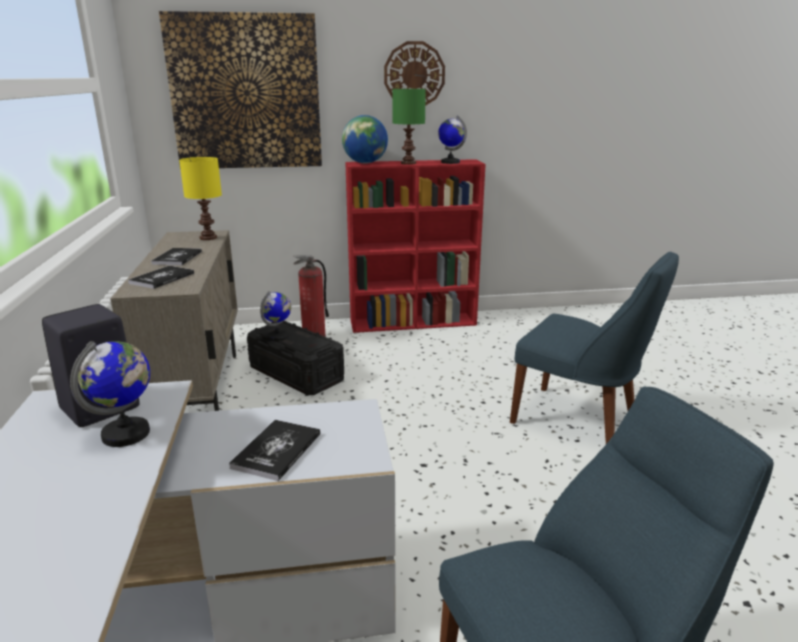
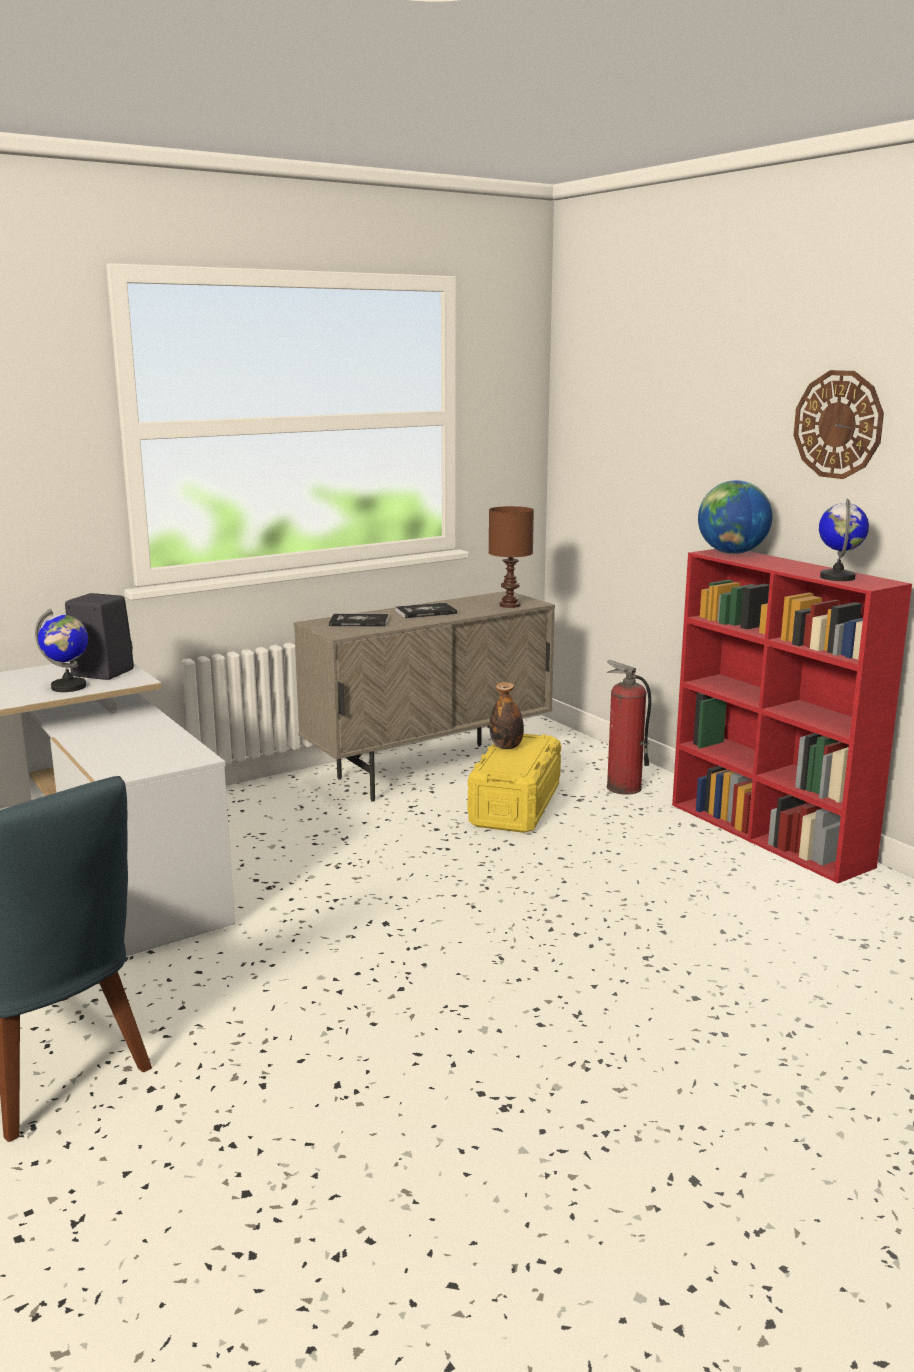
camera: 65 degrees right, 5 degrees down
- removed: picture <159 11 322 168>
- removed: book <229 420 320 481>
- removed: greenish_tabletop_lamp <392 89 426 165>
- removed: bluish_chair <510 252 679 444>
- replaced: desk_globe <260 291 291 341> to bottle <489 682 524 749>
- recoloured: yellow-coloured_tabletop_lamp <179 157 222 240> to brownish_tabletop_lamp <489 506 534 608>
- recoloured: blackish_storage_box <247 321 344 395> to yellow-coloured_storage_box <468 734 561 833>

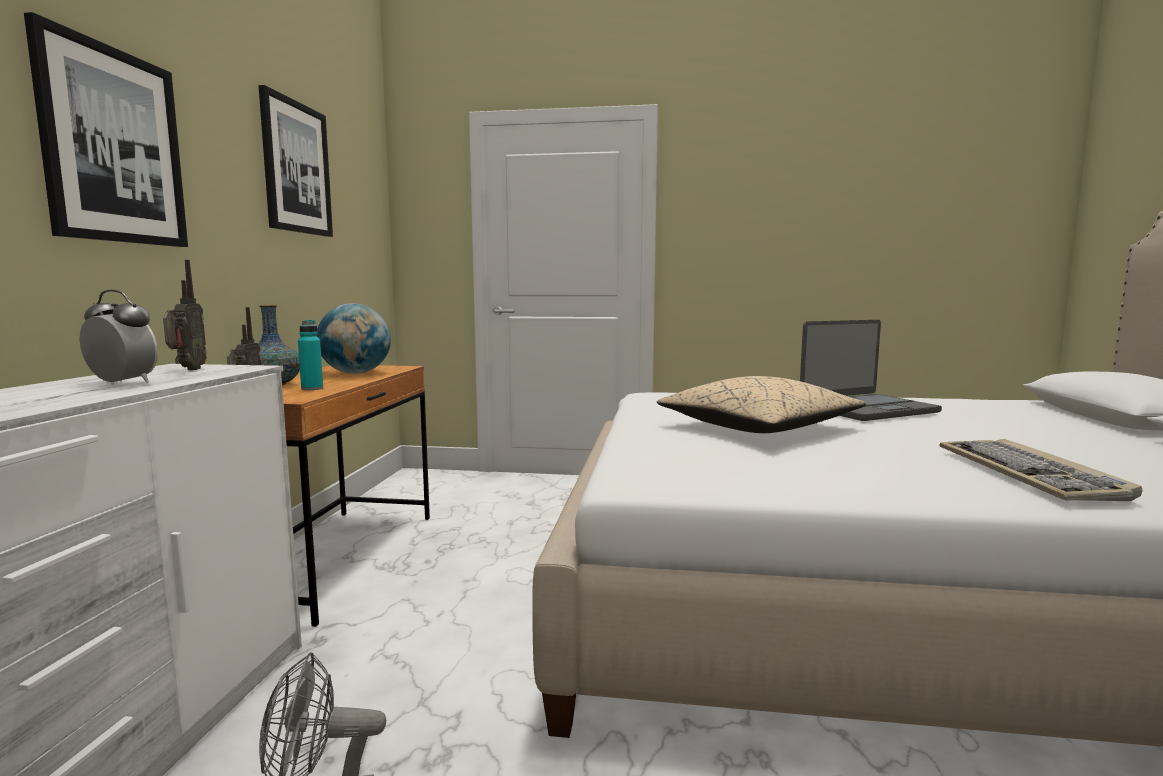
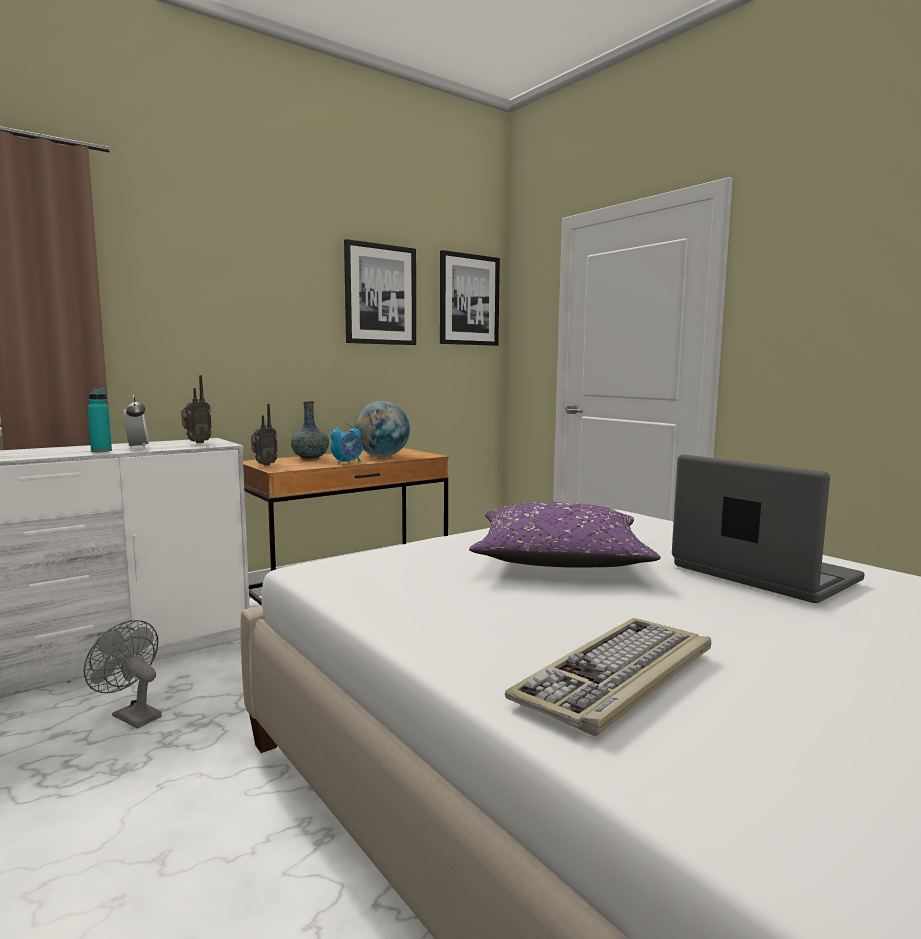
camera: 45 degrees right, 0 degrees up
- added: alarm_clock <330 423 363 465>
- moved: picture <24 12 188 247> to <440 250 500 346>
- moved: blue-green_bottle <298 320 323 390> to <87 388 112 452>
- recoloured: beige-coloured_throw_pillow <656 376 867 433> to purple_throw_pillow <469 502 661 568>
- turned: notebook_computer <800 320 942 421> = <672 454 865 603> 150 degrees counterclockwise

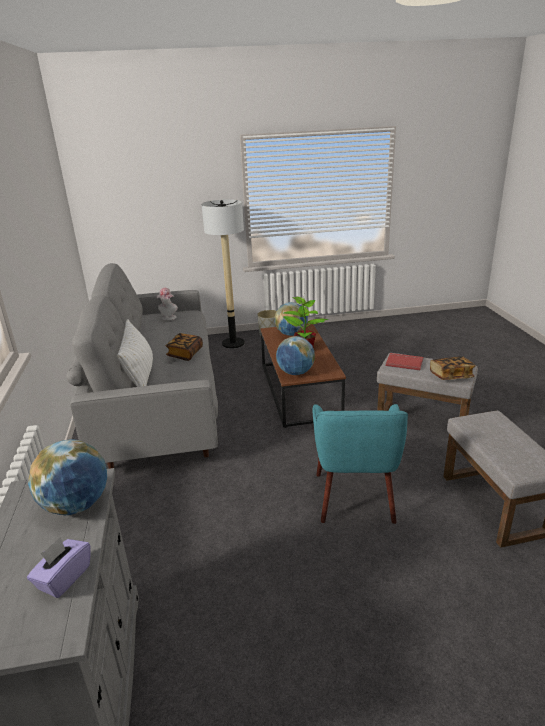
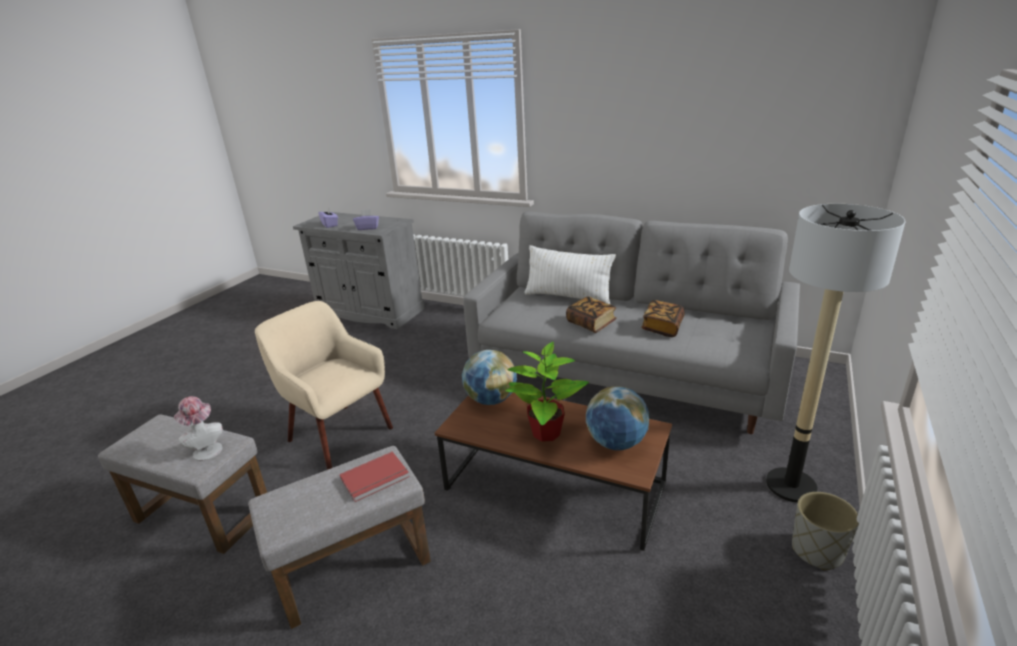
camera: 125 degrees right, 0 degrees up
- moved: wearable_hat <157 288 178 321> to <174 396 222 461>
- moved: book <430 356 476 380> to <641 300 684 337>
- replaced: desk_globe <28 439 107 516> to purple_tissue_box <353 209 379 230>
- recoloured: blue-green_armchair <312 404 408 524> to beige-coloured_armchair <255 301 393 470>

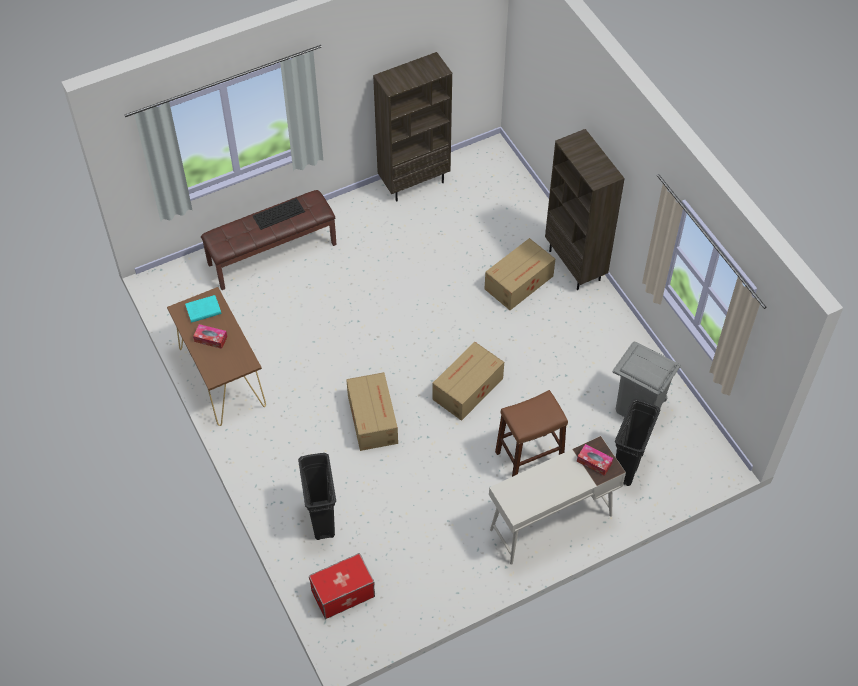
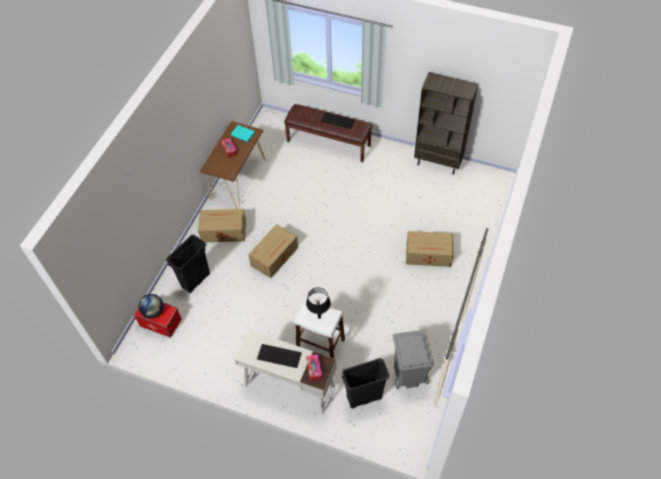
camera: 50 degrees right, 0 degrees up
- removed: brownish_bookcase <545 129 625 290>
- added: desk_globe <139 294 164 318>
- added: PC_keyboard <257 344 302 368>
- added: blackish_tabletop_lamp <306 287 331 319>
- moved: cardboard_box <432 342 504 421> to <198 209 246 242>
- recoloured: brownish_stool <495 390 568 477> to whitish_stool <295 299 345 358>

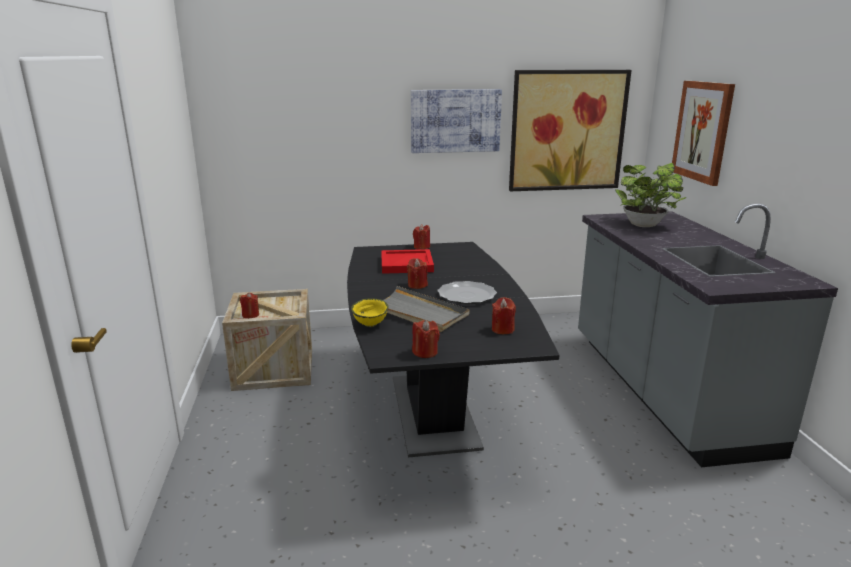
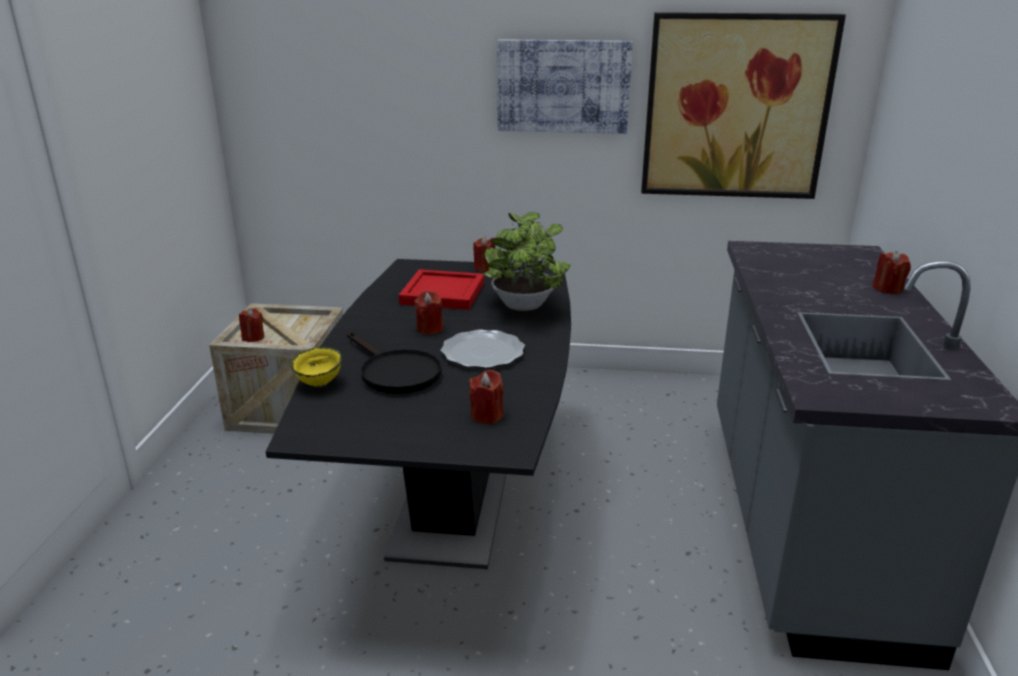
camera: 15 degrees right, 5 degrees up
- removed: picture <672 81 735 186>
- moved: red-coloured_candle <412 320 440 358> to <873 251 911 294>
- moved: potted_plant <615 163 687 227> to <483 212 570 311>
- replaced: greyish_tray <383 286 470 332> to blackish_skillet <347 331 442 394>

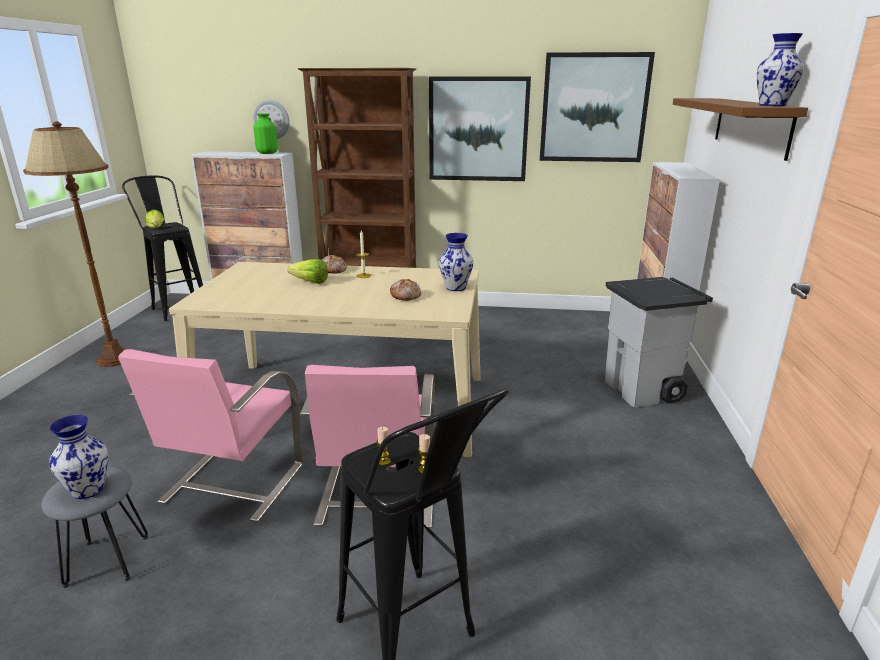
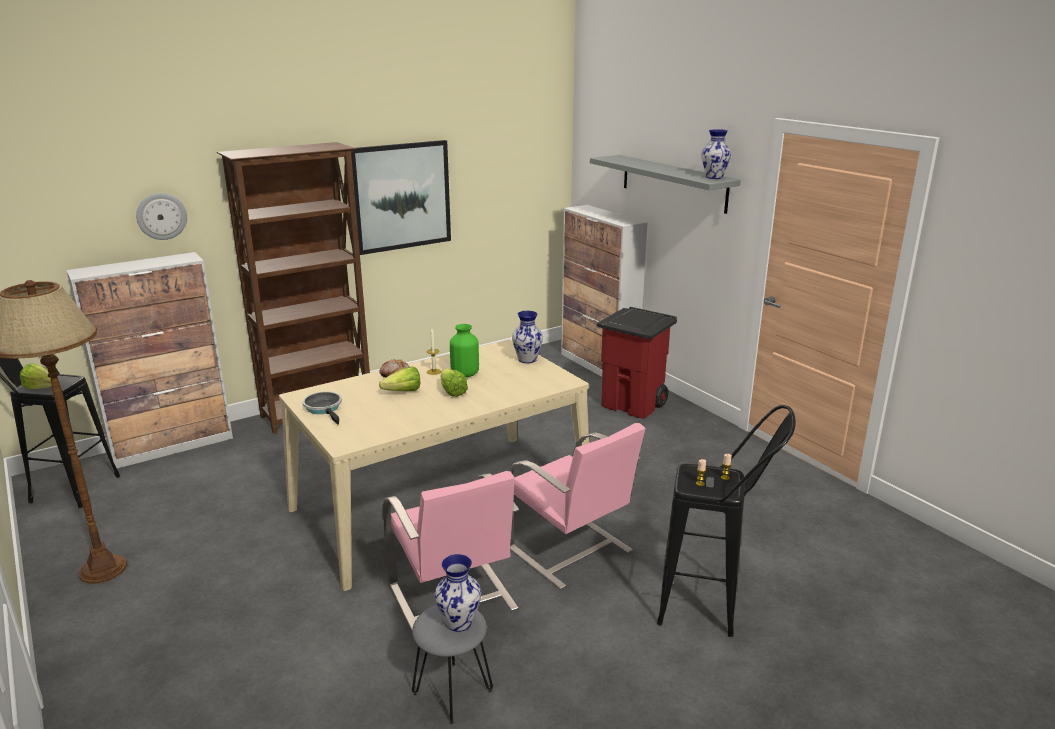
camera: 40 degrees left, 0 degrees up
- removed: bakery_bread <390 279 421 301>
- removed: picture <540 52 655 162>
- added: skillet <303 391 342 425>
- added: lettuce <440 369 468 397>
- moved: greenish_flower_vase <253 113 278 154> to <450 324 479 377>
- recoloured: greyish_waste_bin <605 277 713 408> to red-coloured_waste_bin <596 307 677 419>
- recoloured: brownish_shelf <673 98 808 161> to greyish_shelf <590 155 741 214>

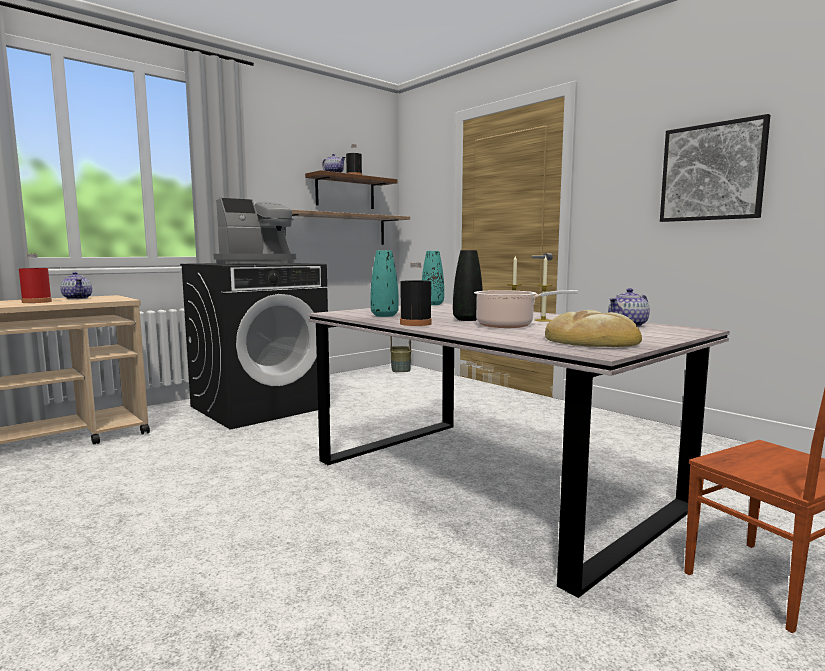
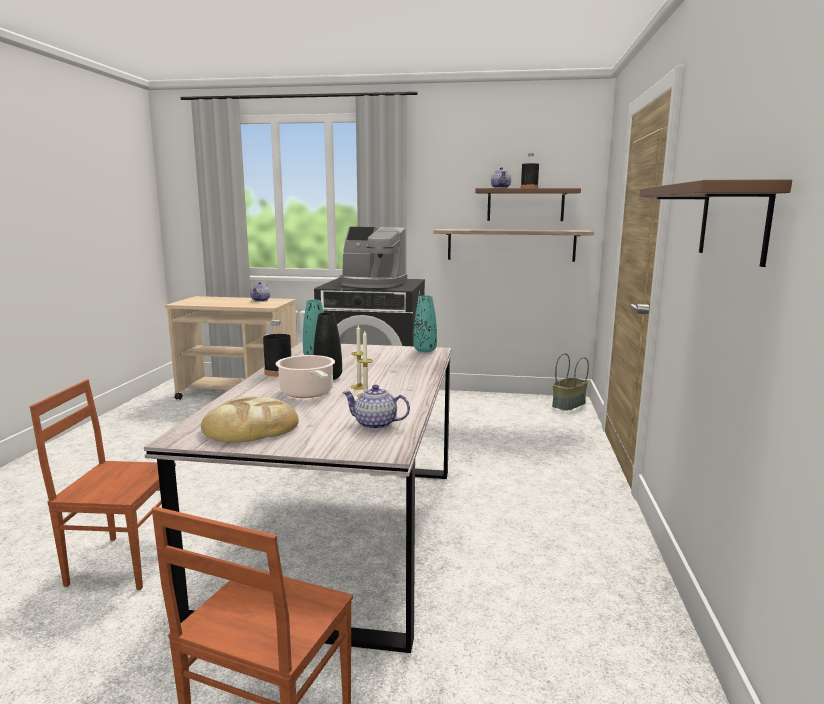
camera: 50 degrees right, 5 degrees up
- removed: red-coloured_bottle <19 254 52 303>
- added: brownish_chair <30 379 176 590>
- replaced: picture <660 114 771 222> to brownish_shelf <639 179 792 267>

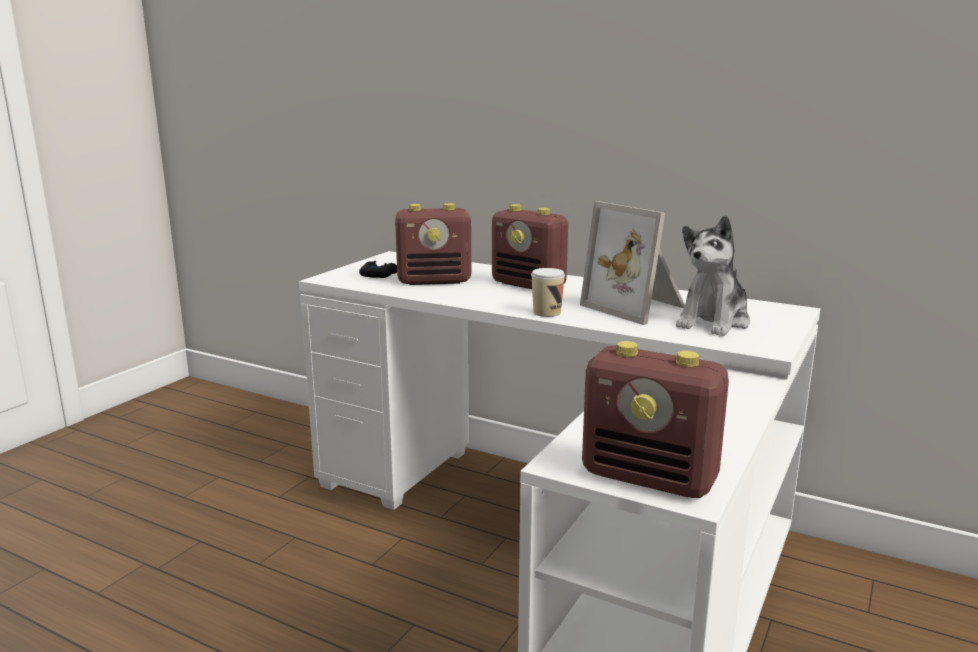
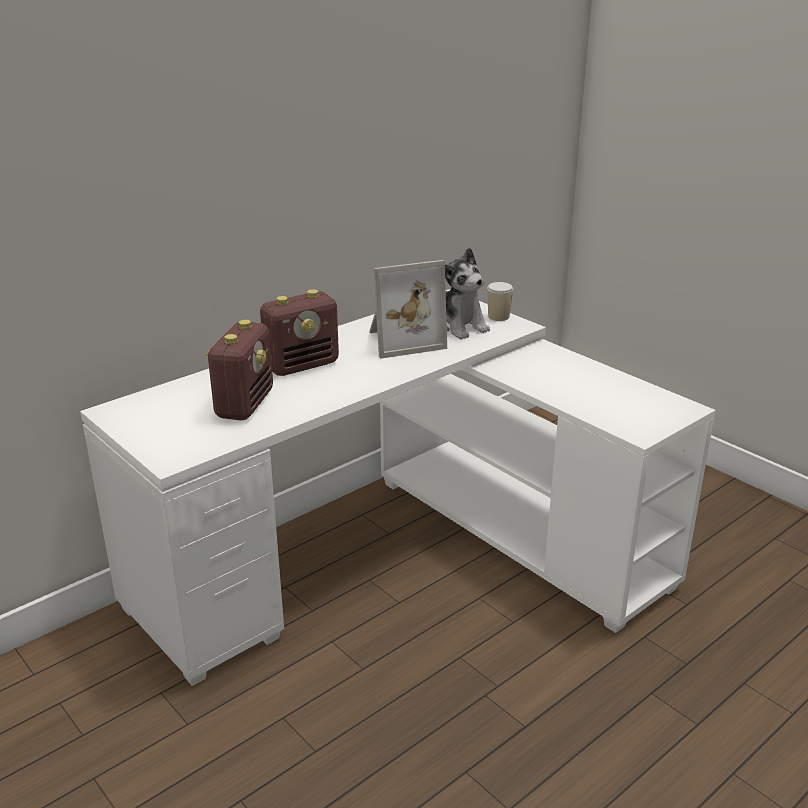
camera: 70 degrees left, 10 degrees up
- removed: blackish_gamepad <359 261 397 278>
- removed: radio_receiver <582 341 729 498>
- moved: cup <531 268 565 317> to <487 282 513 321>

